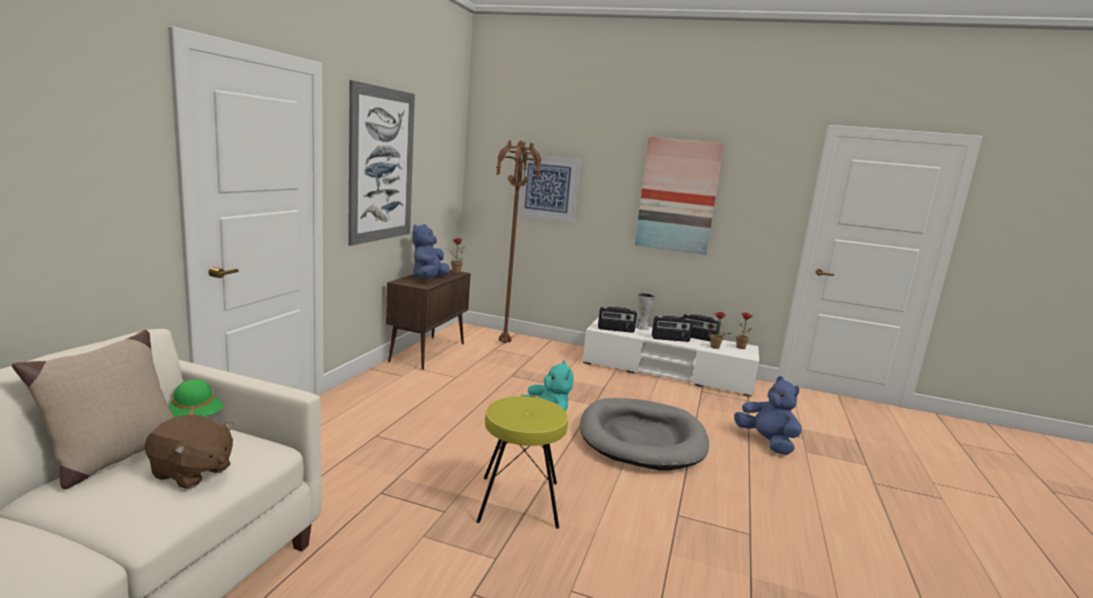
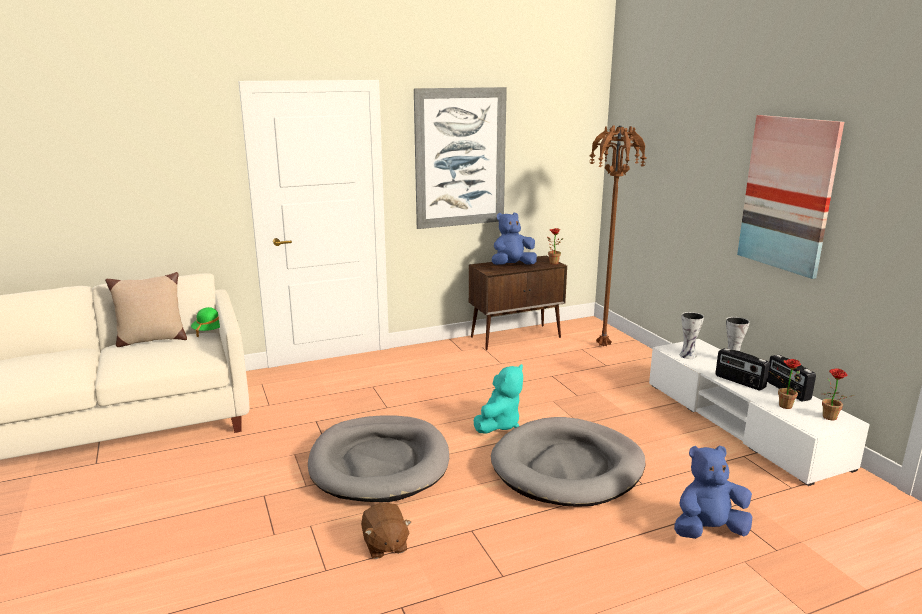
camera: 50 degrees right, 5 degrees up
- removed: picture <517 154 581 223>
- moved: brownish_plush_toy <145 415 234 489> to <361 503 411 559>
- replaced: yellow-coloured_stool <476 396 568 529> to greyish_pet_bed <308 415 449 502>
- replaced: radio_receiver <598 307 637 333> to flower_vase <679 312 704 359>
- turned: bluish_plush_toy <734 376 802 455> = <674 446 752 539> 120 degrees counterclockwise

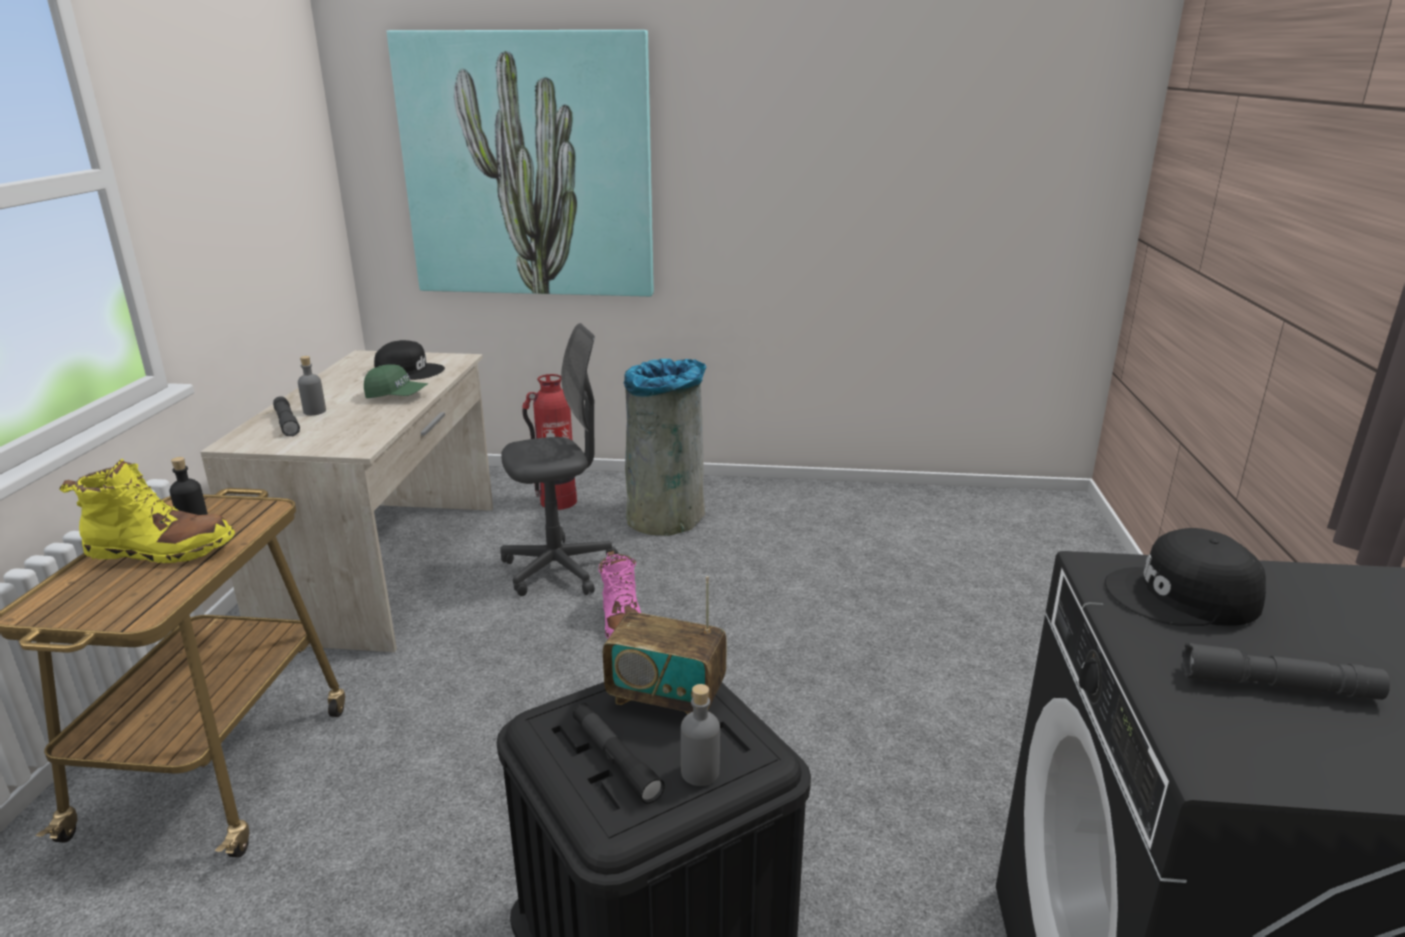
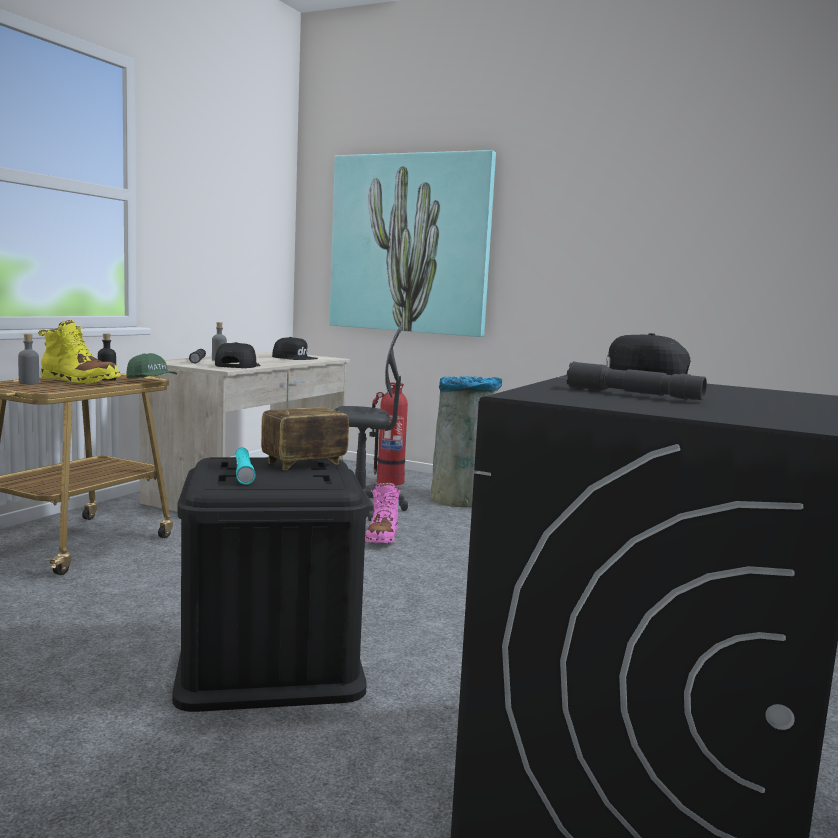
camera: 20 degrees right, 15 degrees down
- added: blackish_baseball_cap <215 342 260 368>
- moved: greenish_baseball_cap <364 364 428 398> to <127 353 177 379>
- moved: greyish_bottle <681 684 720 786> to <18 334 39 384>
- recoloured: blackish_torch <573 703 665 804> to blue-green_torch <236 447 256 485>
- turned: radio_receiver <603 576 727 714> = <261 369 349 470> 105 degrees clockwise

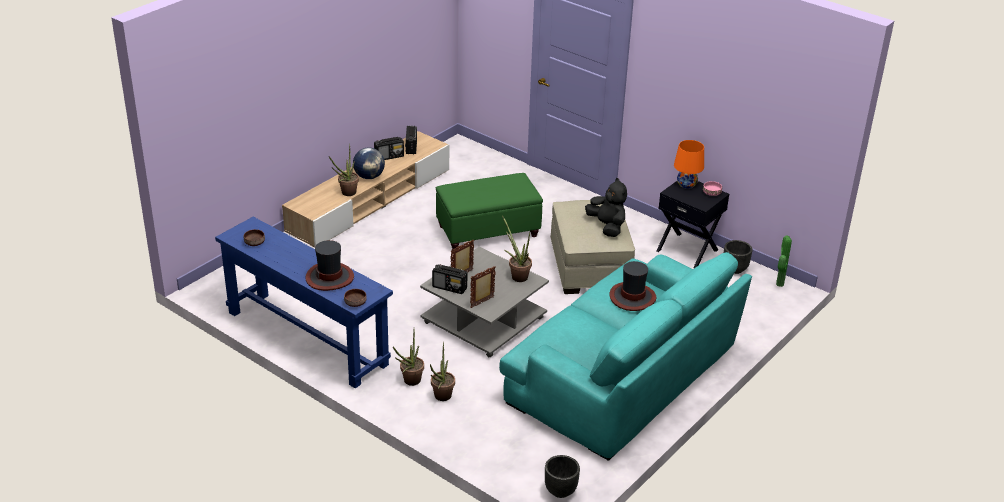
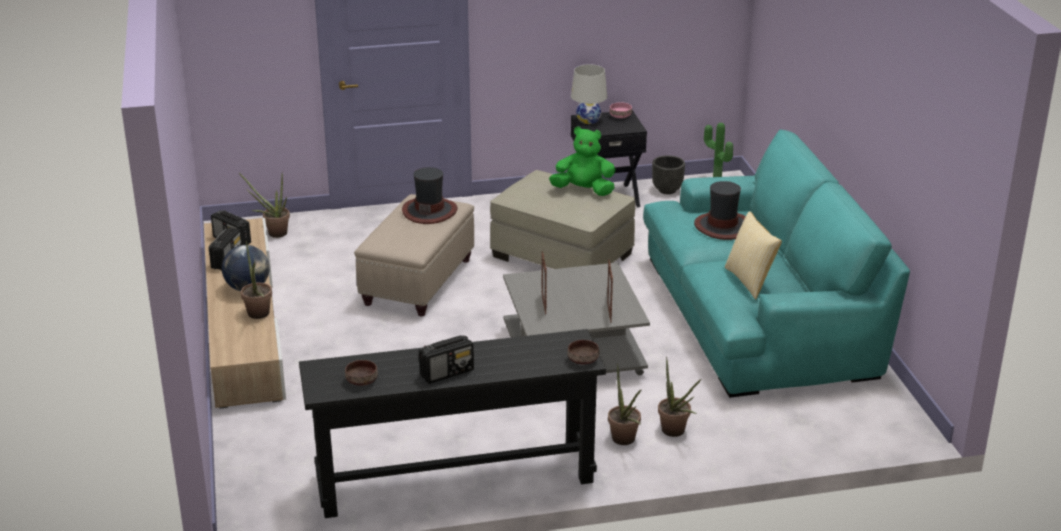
camera: 50 degrees left, 5 degrees down
- removed: blackish_flower_pot <545 455 580 498>
- added: throw_pillow <725 211 782 299>
- moved: wearable_hat <306 240 354 291> to <402 167 457 224>
- moved: radio_receiver <432 265 467 294> to <419 335 474 384>
- moved: potted_plant <502 216 532 282> to <239 173 290 238>
- recoloured: bluish_narrow_table <215 217 393 388> to blackish_narrow_table <299 329 606 518>
- recoloured: greenish_pouffe <436 173 543 250> to beige-coloured_pouffe <354 194 474 316>
- recoloured: blackish_plush_toy <585 178 627 237> to greenish_plush_toy <549 127 616 196>
- recoloured: orangey_tabletop_lamp <674 140 704 189> to whitish_tabletop_lamp <571 64 607 124>

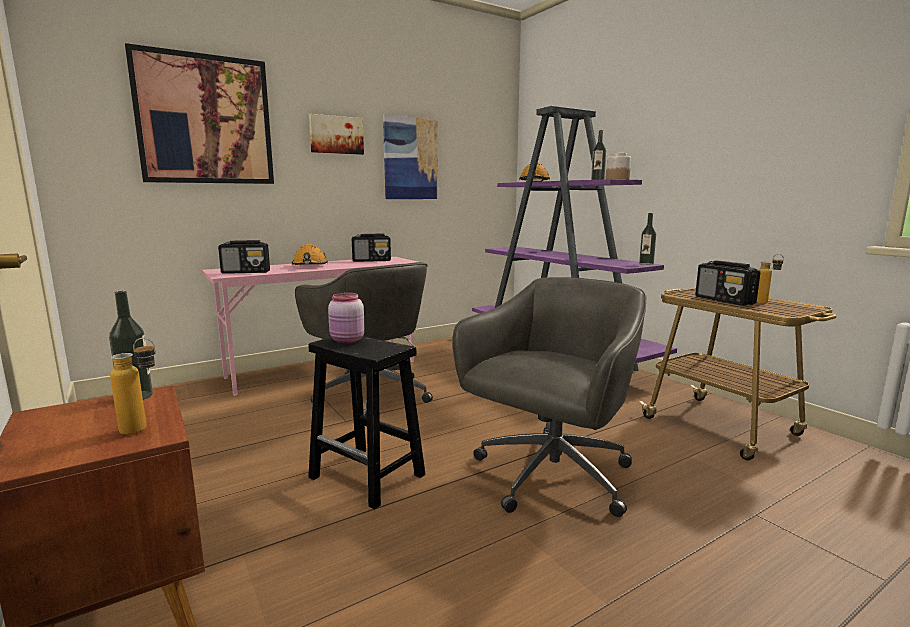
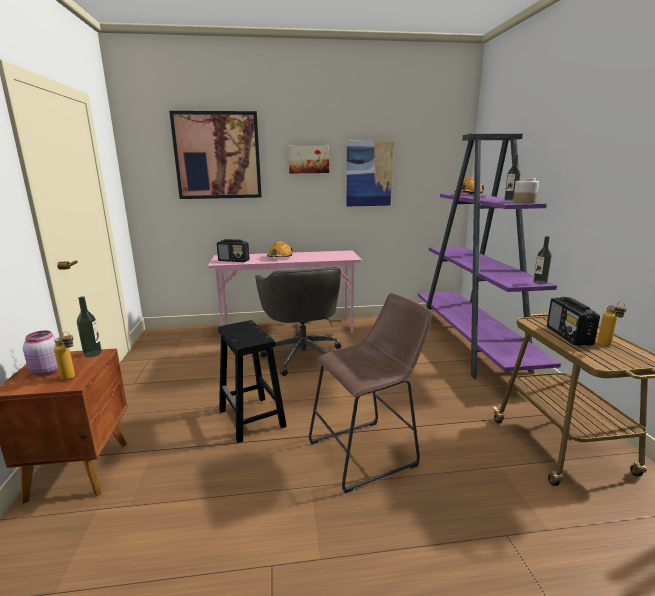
camera: 25 degrees right, 5 degrees up
- removed: radio_receiver <352 233 391 262>
- moved: pinkish_preserve_jar <328 293 365 343> to <23 330 58 376>
- replaced: greyish_office_chair <452 277 646 517> to brownish_stool <309 293 432 493>

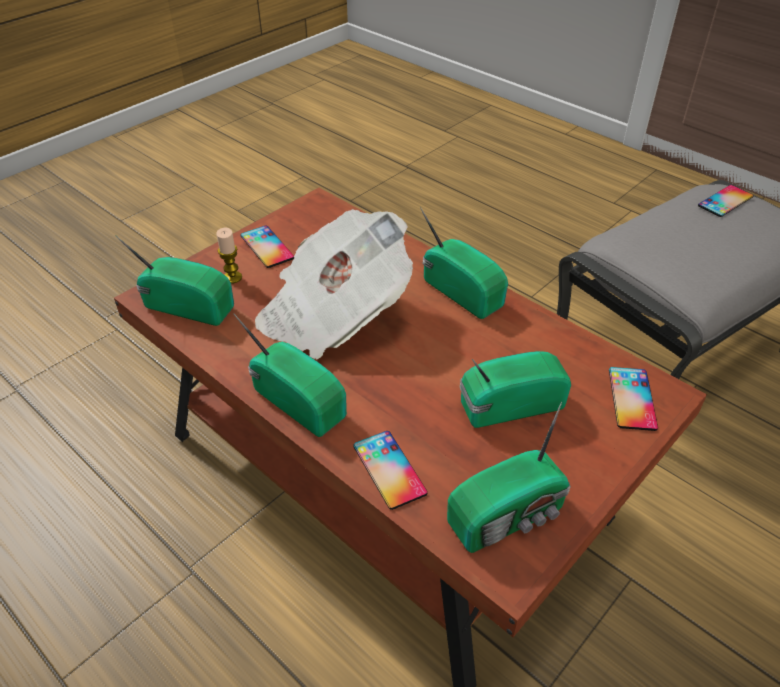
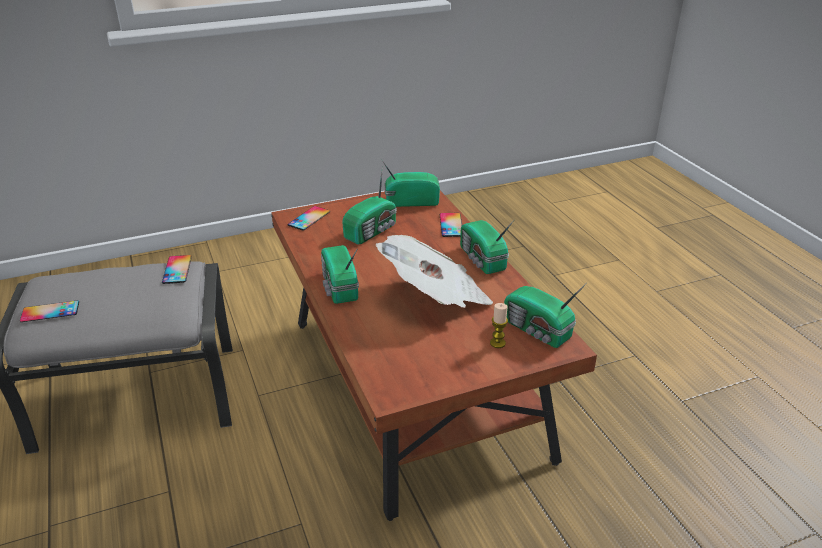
camera: 155 degrees left, 10 degrees down
- moved: phone <241 225 294 268> to <162 255 192 284>
- turned: radio_receiver <460 351 571 428> = <342 167 397 244> 60 degrees counterclockwise

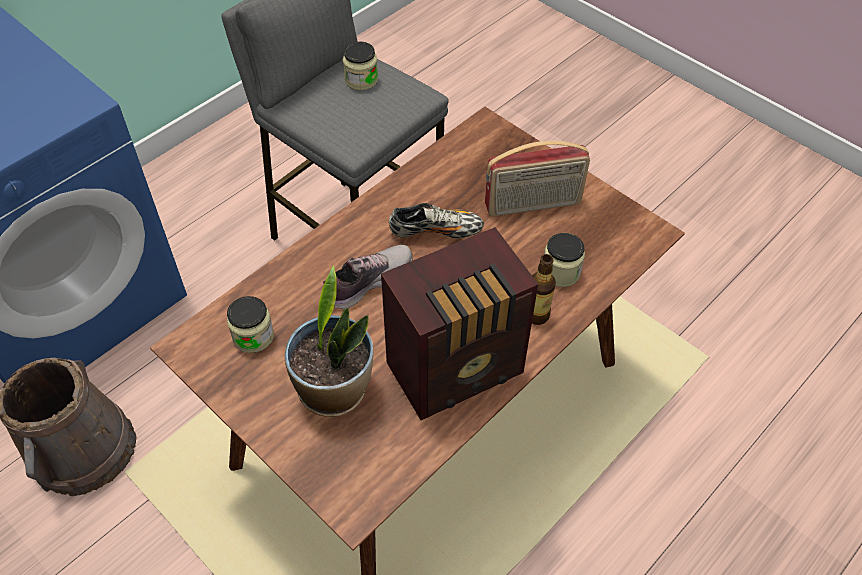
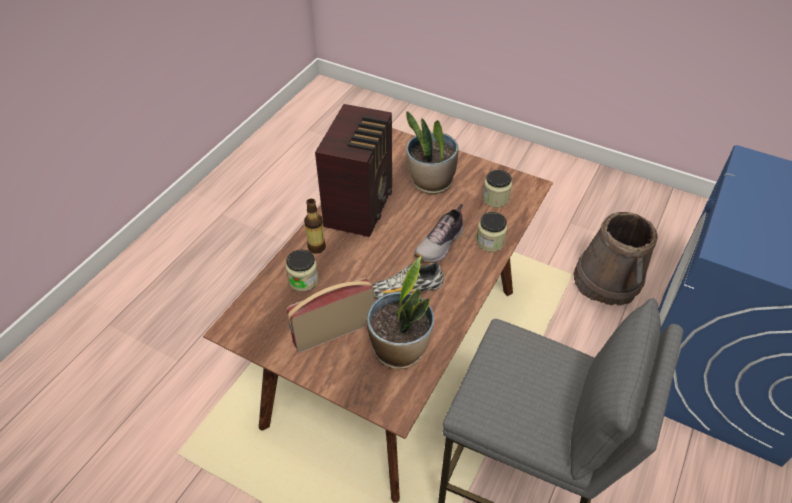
camera: 165 degrees right, 5 degrees down
- added: potted_plant <367 256 434 369>
- moved: preserve_jar <343 42 378 91> to <476 212 507 252>
- turned: radio_receiver <381 227 539 420> = <315 104 392 237> 150 degrees clockwise

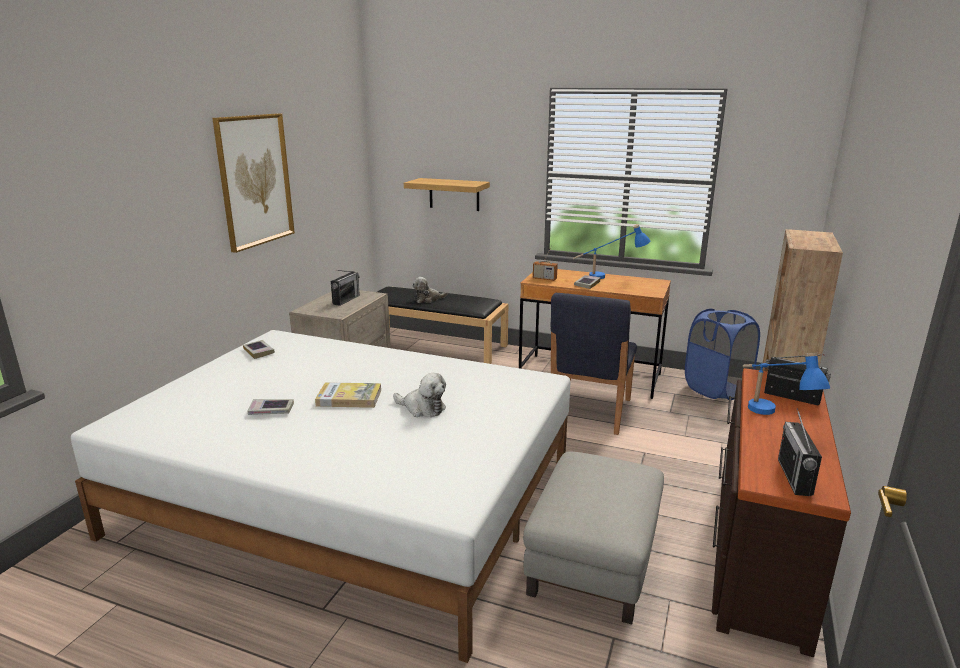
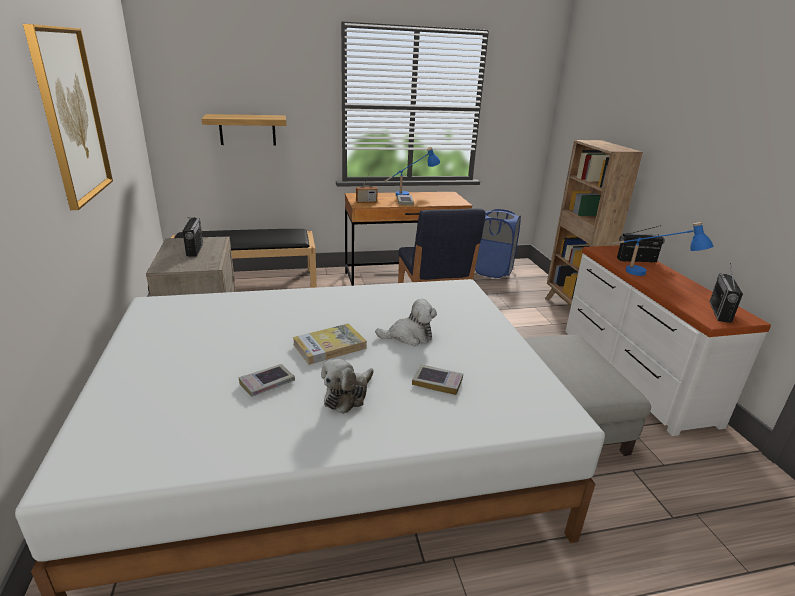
camera: 35 degrees left, 5 degrees up
- moved: book <243 340 275 359> to <412 364 463 395>
- moved: plush_toy <412 277 448 303> to <321 359 374 414>
- recoloured: brownish_dresser <712 368 851 657> to whitish_dresser <565 245 771 436>
- turned: radio_receiver <778 408 822 496> = <709 263 743 323> 45 degrees clockwise

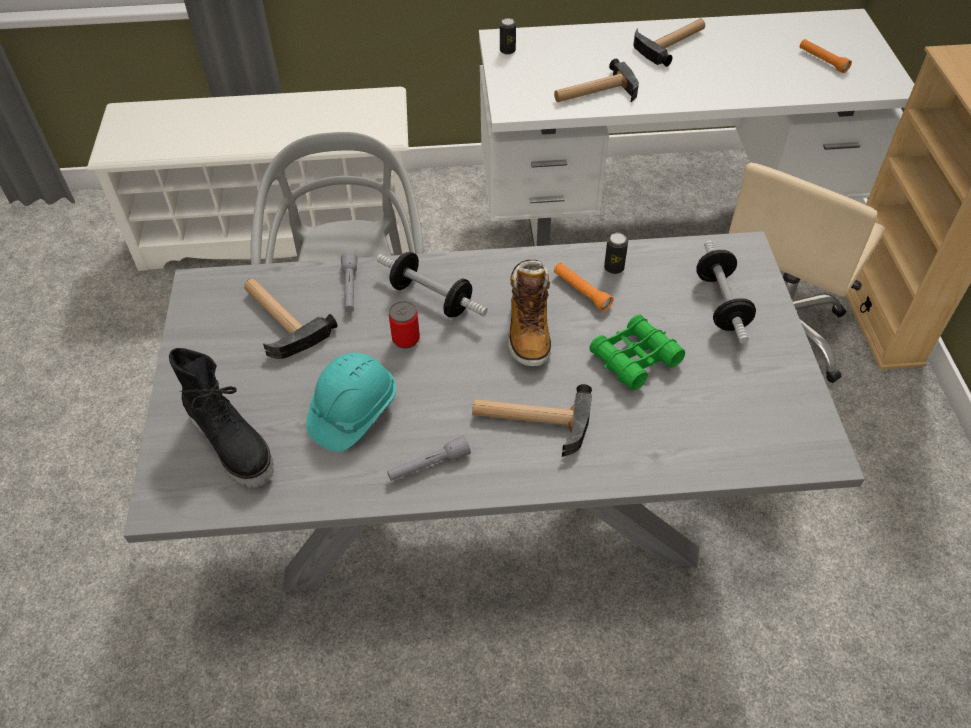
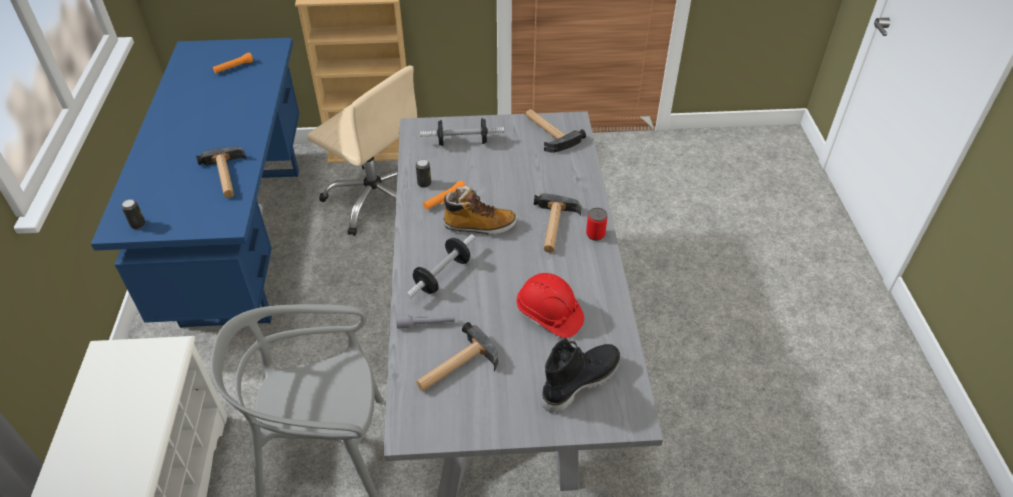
camera: 90 degrees left, 5 degrees down
- removed: greyish_torch <387 436 471 481>
- removed: greenish_field_glasses <589 314 685 390>
- moved: metal_can <389 301 420 349> to <586 208 607 241>
- moved: hand_hammer <633 19 705 67> to <526 109 586 153>
- recoloured: blue-green_hard_hat <306 353 396 452> to red-coloured_hard_hat <516 273 584 338>
- recoloured: whitish_desk_unit <479 9 914 246> to bluish_desk_unit <91 38 300 328>

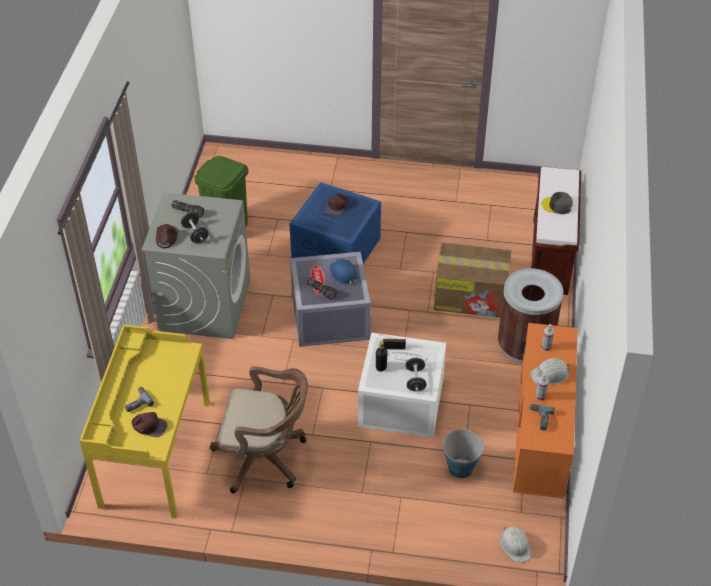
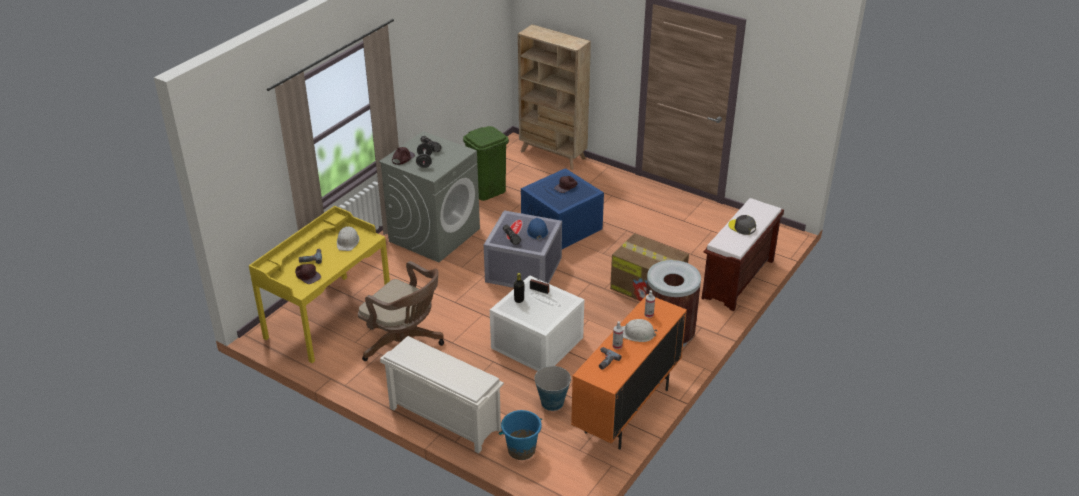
camera: 25 degrees right, 10 degrees down
- removed: blackish_free_weight <406 358 426 392>
- added: whitish_shoe_stand <380 336 504 453>
- added: bluish_water_bucket <499 410 542 460>
- added: beige-coloured_bookcase <518 24 591 170>
- moved: whitish_hard_hat <500 526 532 563> to <337 226 360 251>

